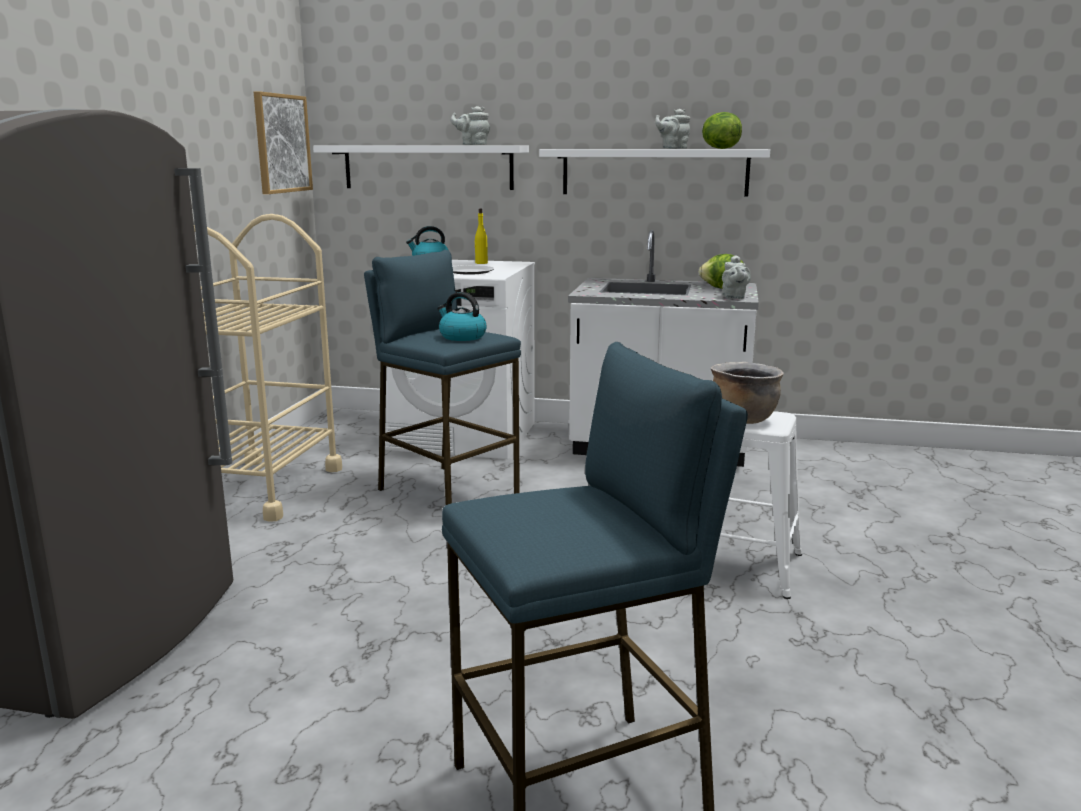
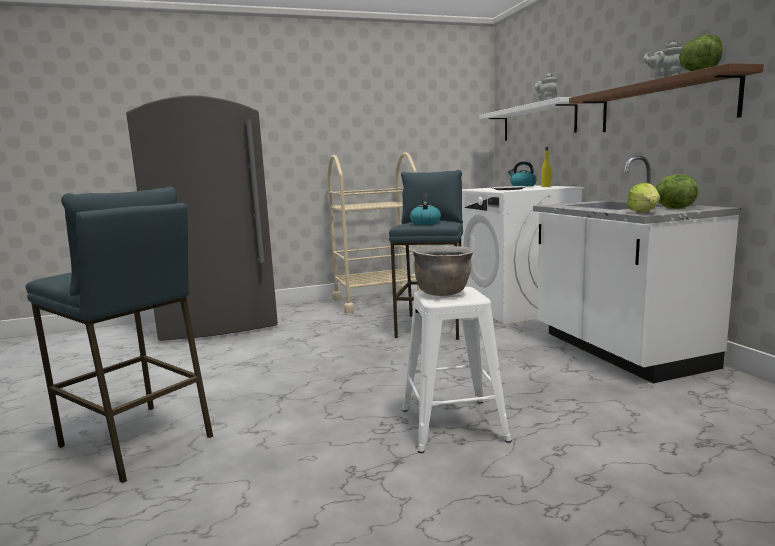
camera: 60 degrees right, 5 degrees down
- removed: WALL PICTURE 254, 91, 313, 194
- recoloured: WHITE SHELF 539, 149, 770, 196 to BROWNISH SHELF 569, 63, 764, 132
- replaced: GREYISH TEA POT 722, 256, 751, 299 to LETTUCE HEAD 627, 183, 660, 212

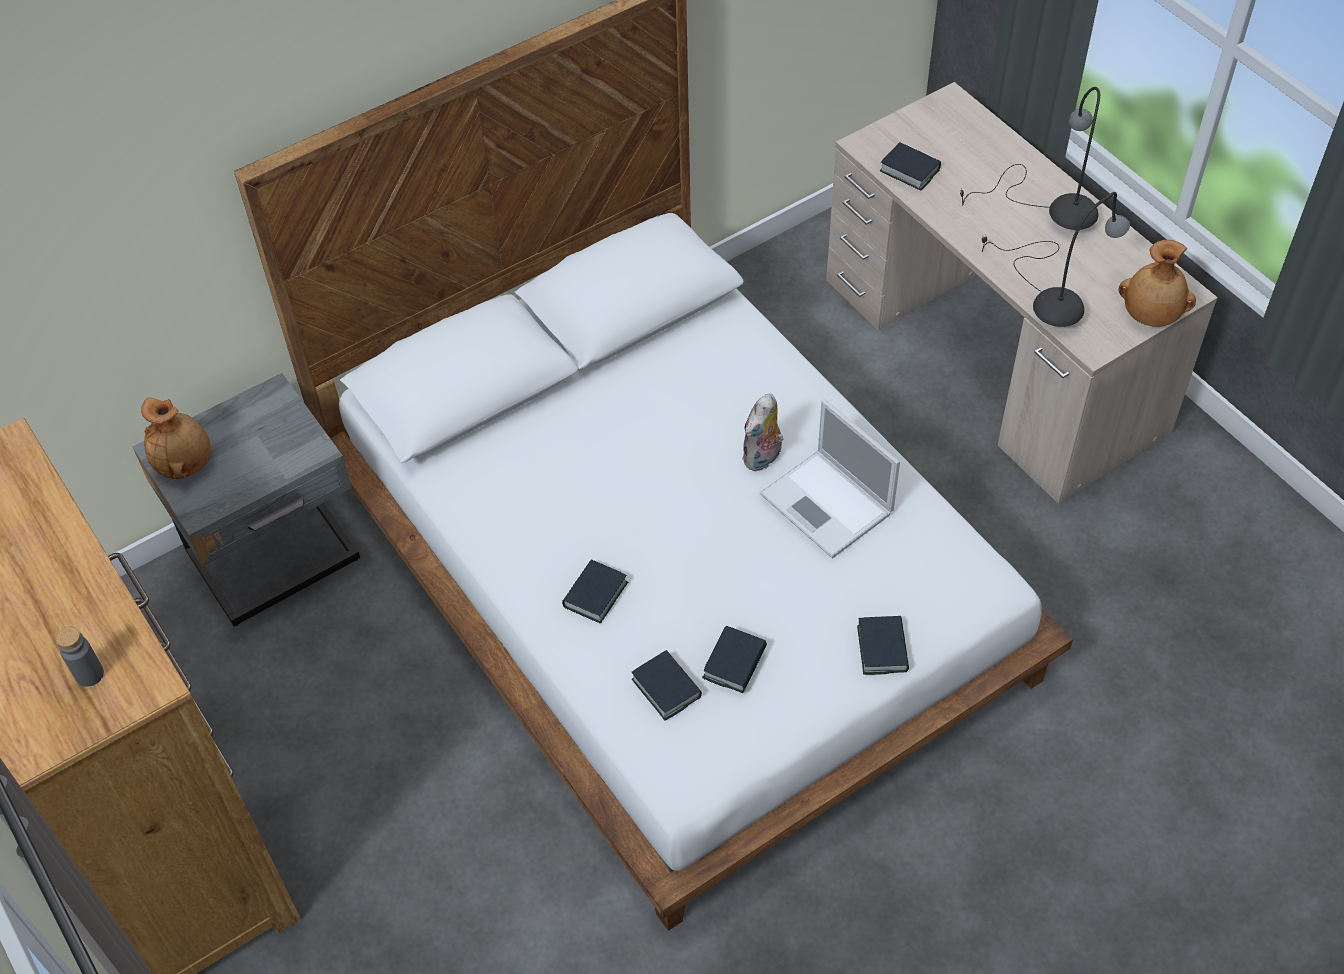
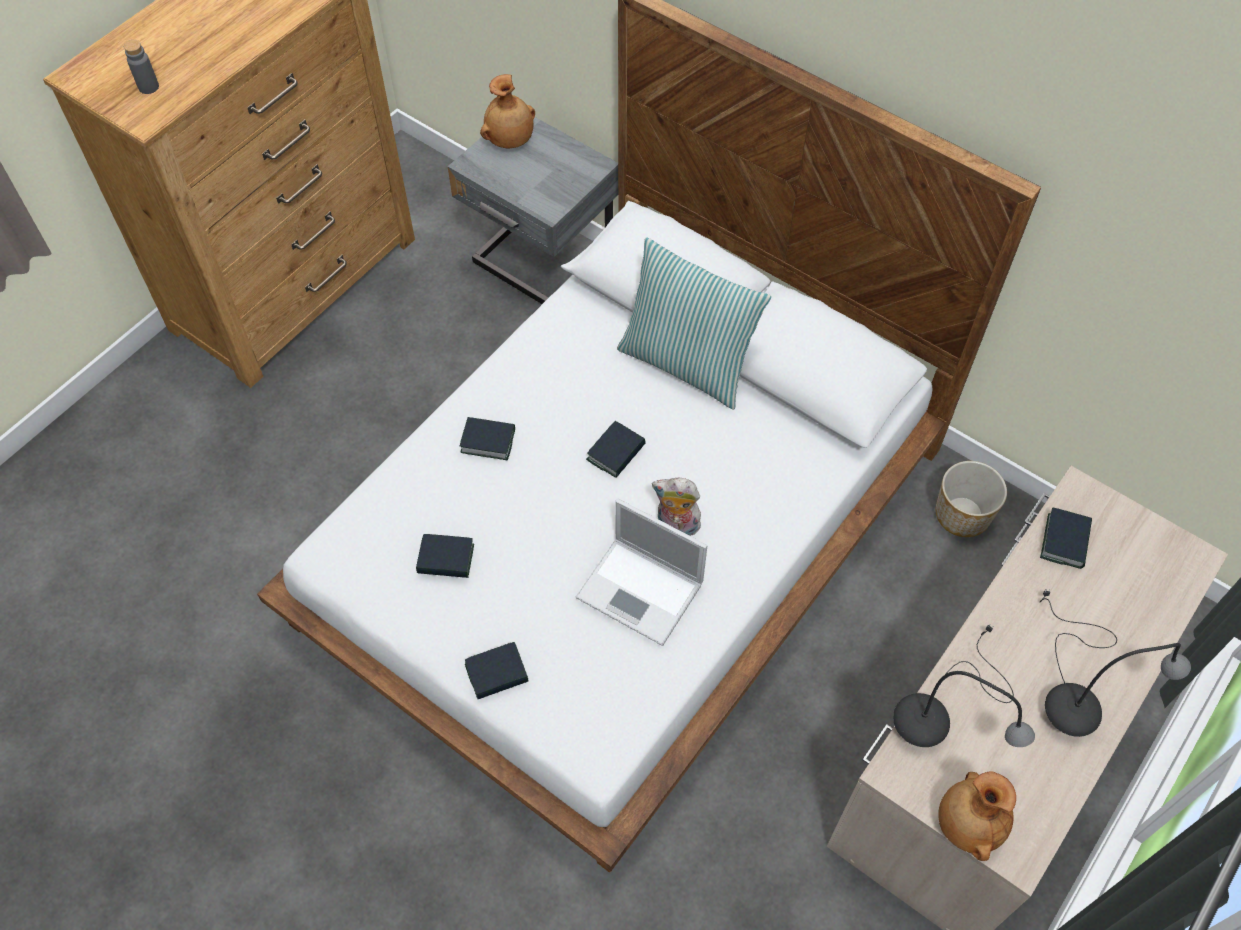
camera: 70 degrees right, 5 degrees up
- moved: BOUND BOOK 632, 650, 702, 721 to 586, 421, 646, 478
- turned: LAPTOP 760, 399, 900, 558 = 576, 499, 708, 646 90 degrees counterclockwise
- added: THROW PILLOW 617, 237, 771, 410
- added: PLANTER 936, 461, 1007, 537

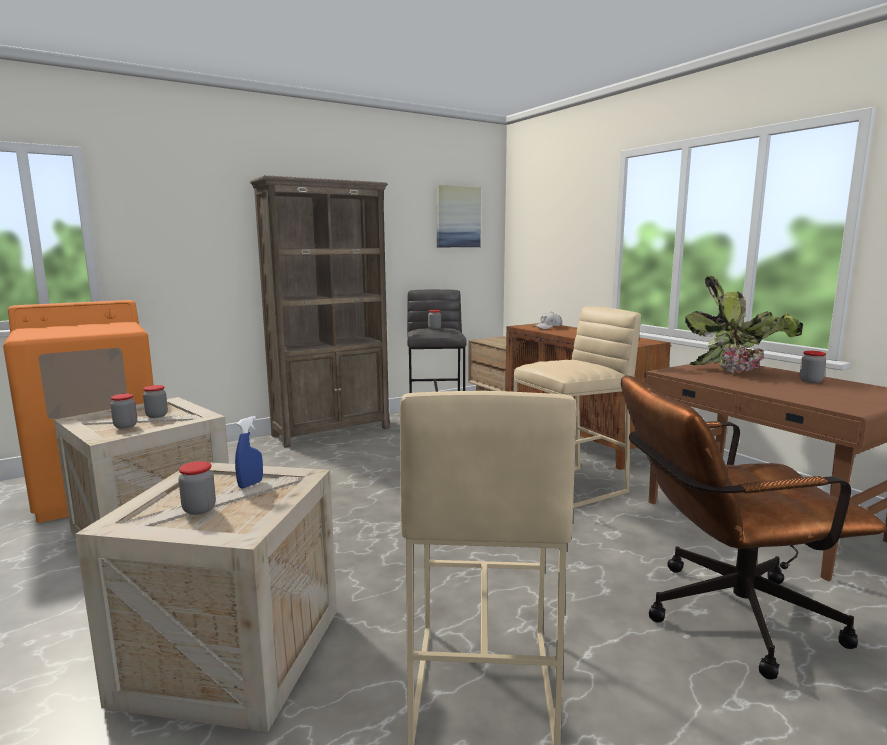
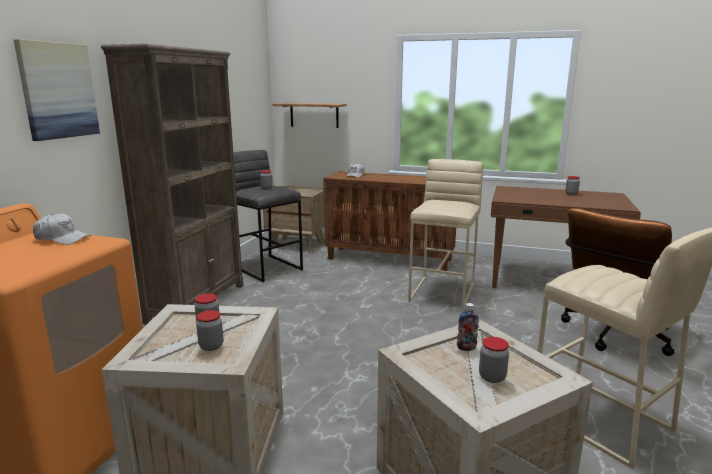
camera: 40 degrees left, 5 degrees up
- replaced: BLUE-COLOURED HAND SPRAYER 235, 416, 263, 488 to DRINK BOTTLE 457, 303, 479, 351
- moved: WALL PICTURE 436, 185, 481, 247 to 13, 39, 100, 141
- removed: PLANT IN A POT 685, 276, 803, 374
- added: WHITE BASEBALL CAP 33, 213, 91, 245
- added: SHELF 272, 103, 347, 128

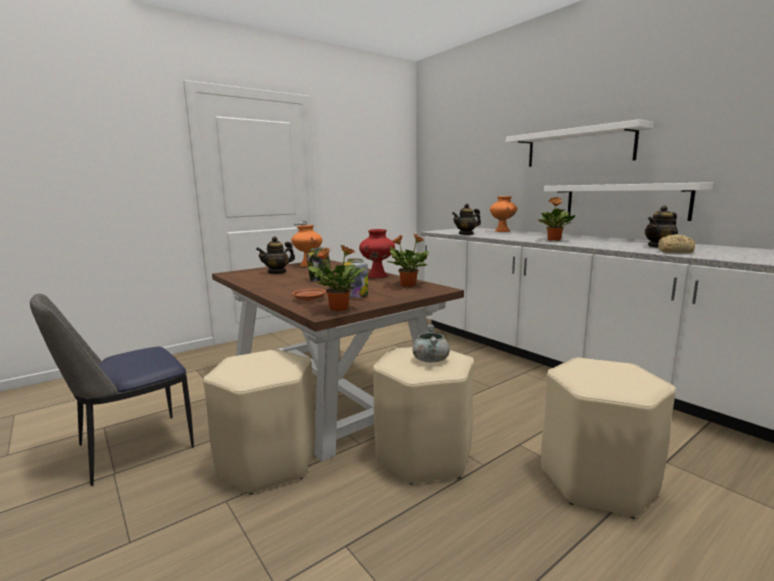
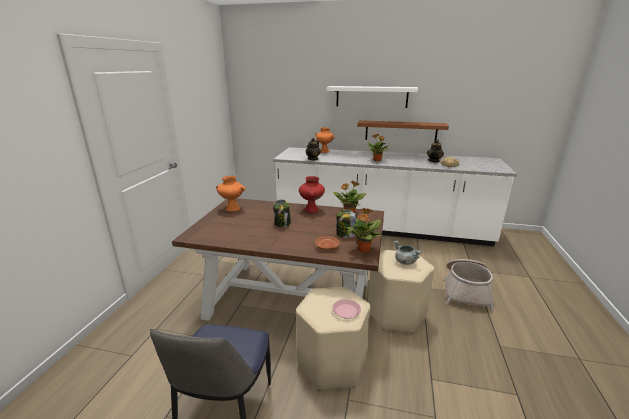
camera: 40 degrees left, 10 degrees up
- removed: TEA POT 256, 236, 295, 274
- replaced: SAND-COLOURED STOOL SEAT 541, 357, 676, 519 to STORAGE BASKET 443, 259, 494, 312
- recoloured: WHITE SHELF 544, 182, 713, 221 to BROWNISH SHELF 357, 120, 449, 142
- added: PINKISH PLATE 332, 299, 361, 319

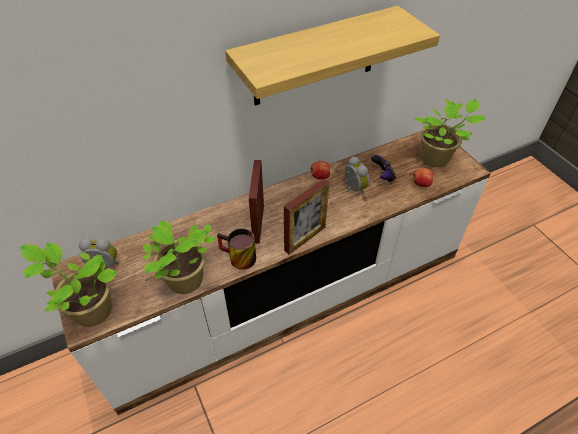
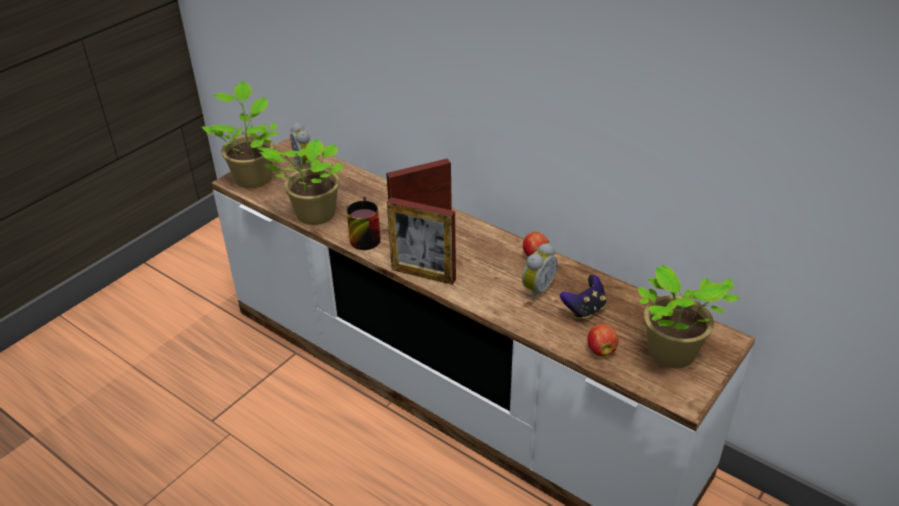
camera: 65 degrees right, 10 degrees down
- removed: SHELF 225, 6, 440, 106

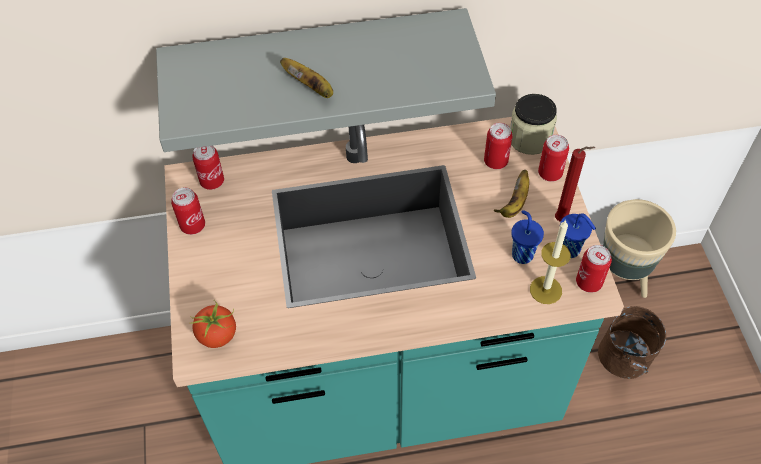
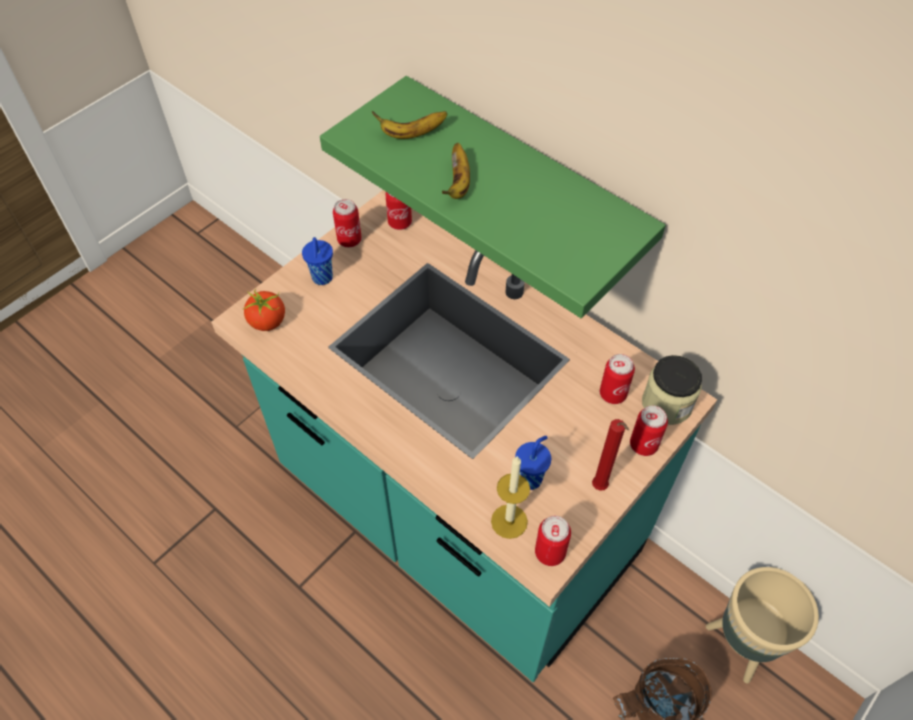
camera: 50 degrees right, 0 degrees up
- recoloured: GREYISH SHELF 156, 8, 496, 152 to GREEN SHELF 320, 76, 666, 318
- moved: BANANA 494, 170, 529, 218 to 372, 111, 447, 139
- moved: BLUE-COLOURED CUP 560, 213, 596, 258 to 302, 237, 333, 285

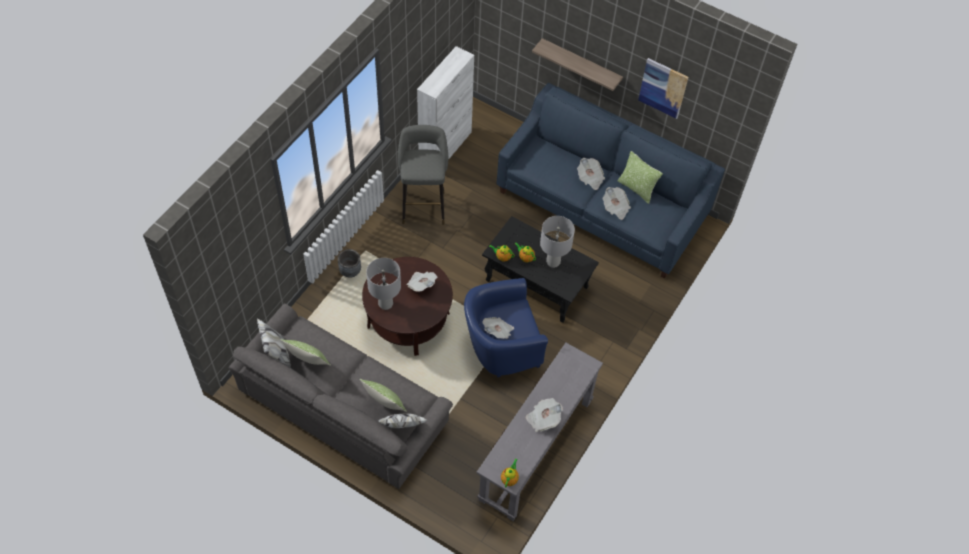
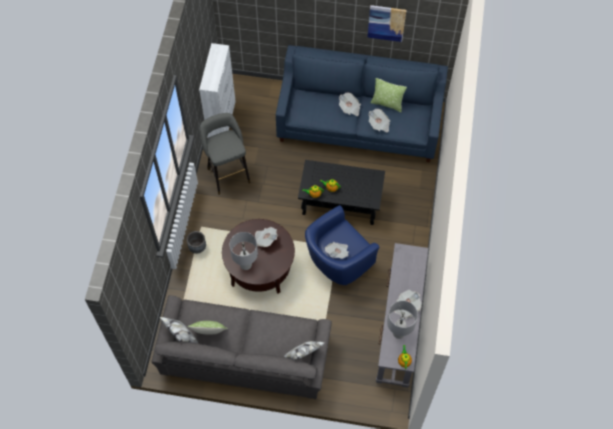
camera: 20 degrees left, 5 degrees up
- removed: THROW PILLOW 360, 379, 407, 412
- removed: SHELF 532, 38, 623, 91
- moved: GREYISH TABLETOP LAMP 540, 216, 575, 268 to 387, 301, 418, 339

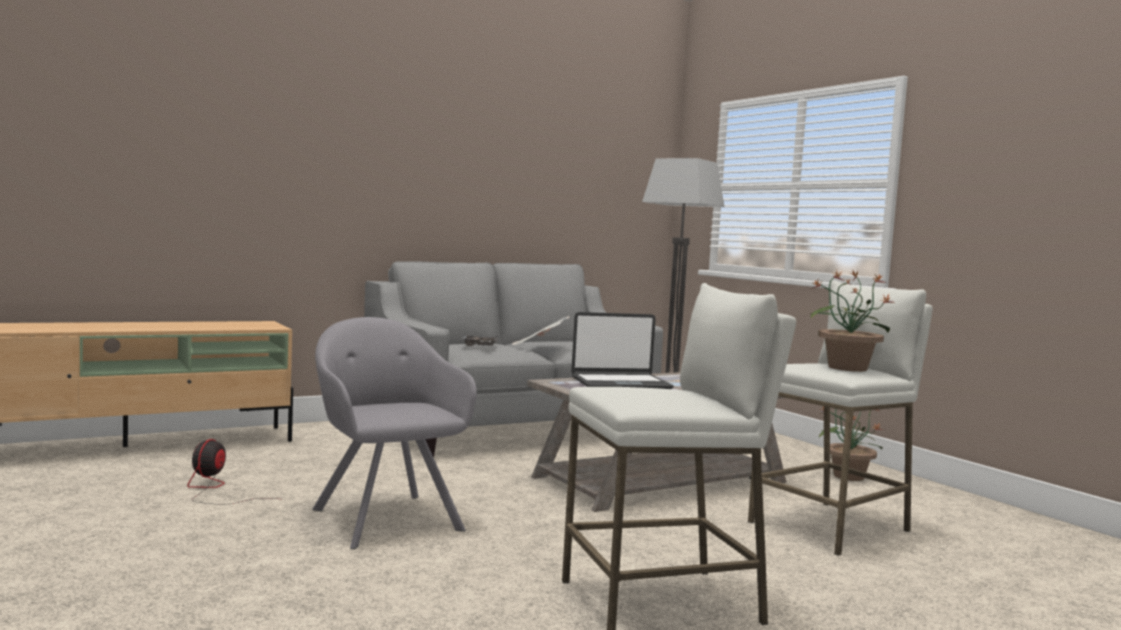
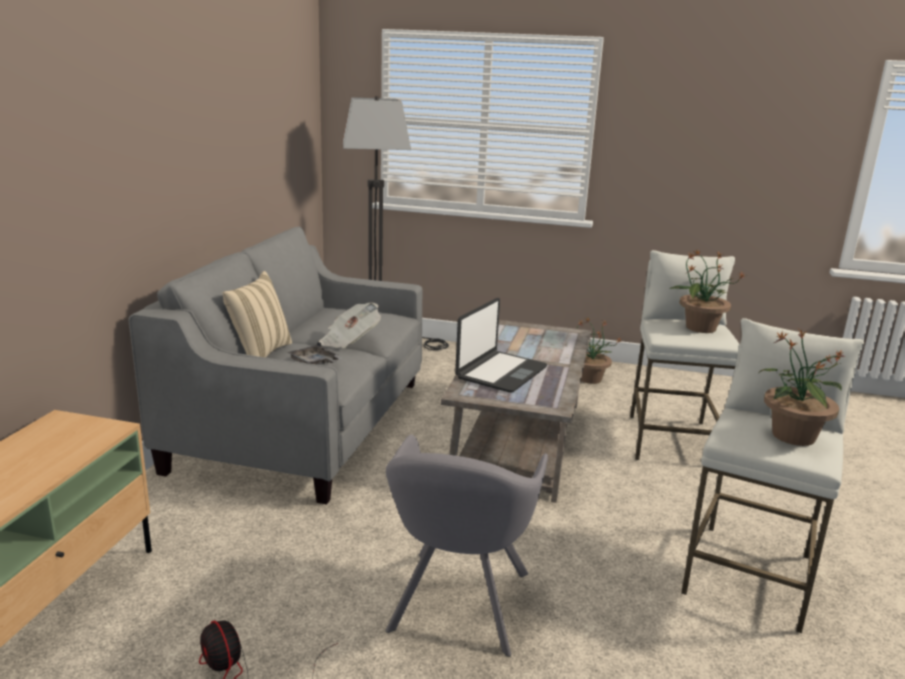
camera: 45 degrees left, 15 degrees up
- turned: GREYISH LOUNGE CHAIR 312, 317, 477, 549 = 385, 435, 548, 657 90 degrees counterclockwise
- added: SAND-COLOURED THROW PILLOW 223, 271, 292, 358
- added: PLANT IN A POT 760, 329, 845, 446

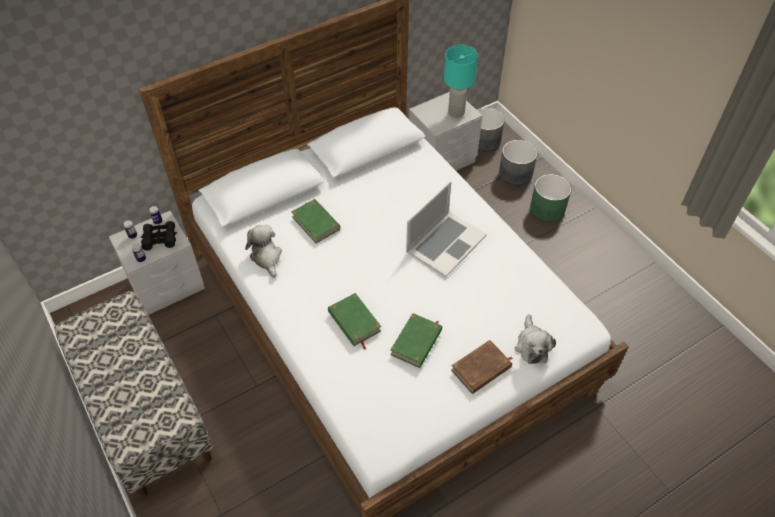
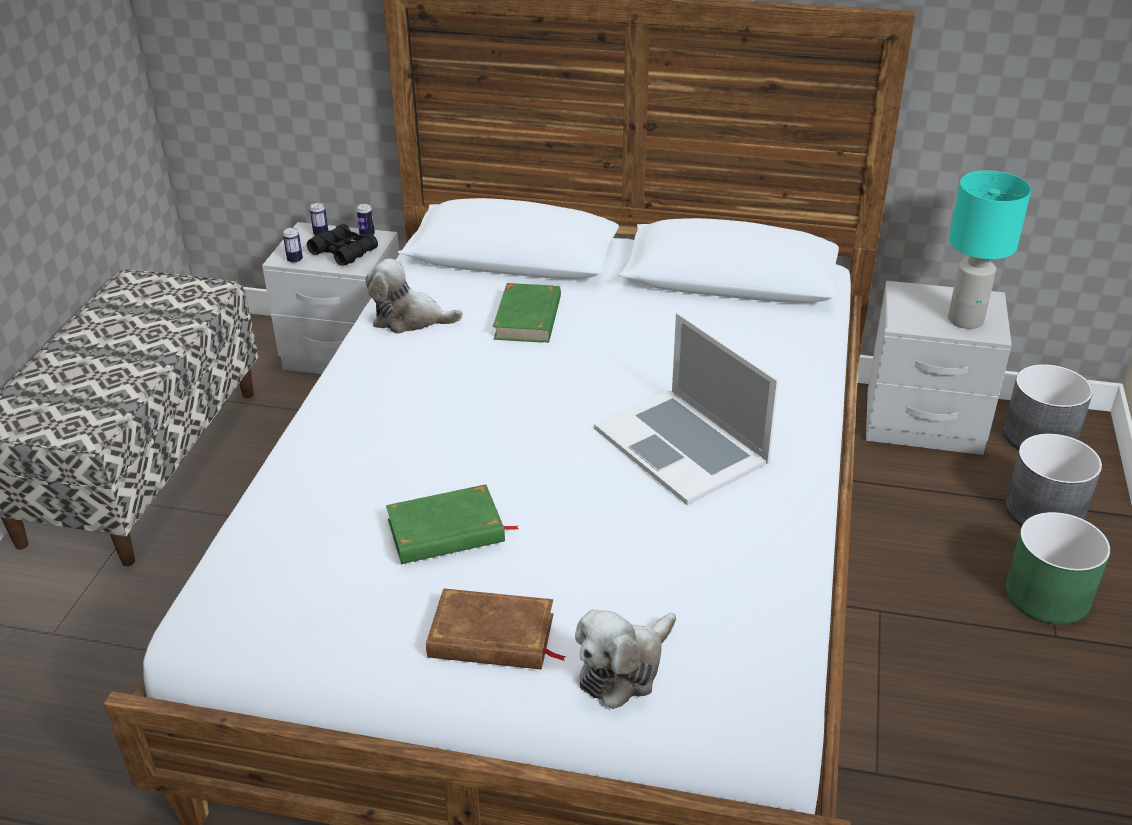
camera: 45 degrees right, 15 degrees down
- turned: SOFT TOY 245, 225, 282, 278 = 365, 259, 463, 334 105 degrees counterclockwise
- removed: GREEN BOUND BOOK 328, 293, 381, 349
- turned: LAPTOP 406, 181, 487, 277 = 594, 313, 779, 505 60 degrees clockwise

